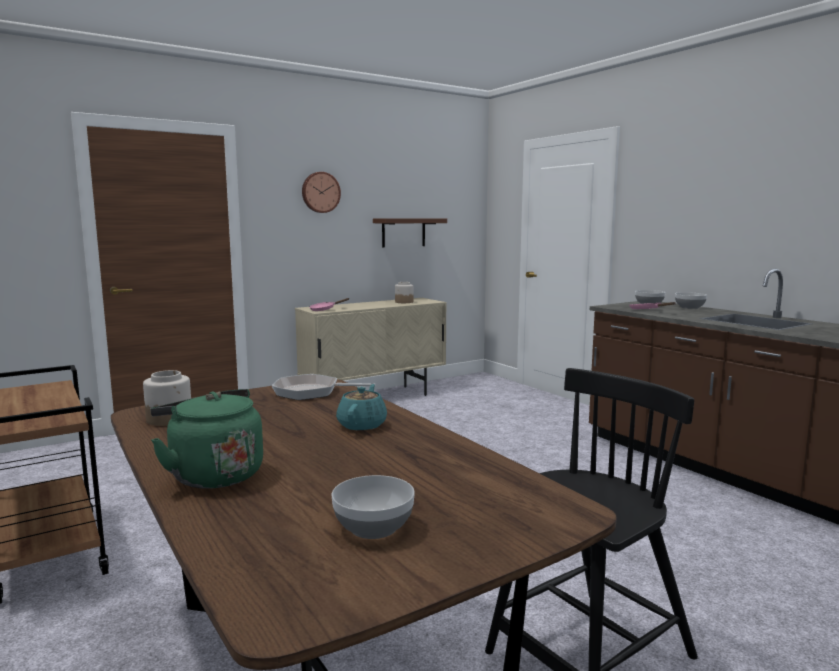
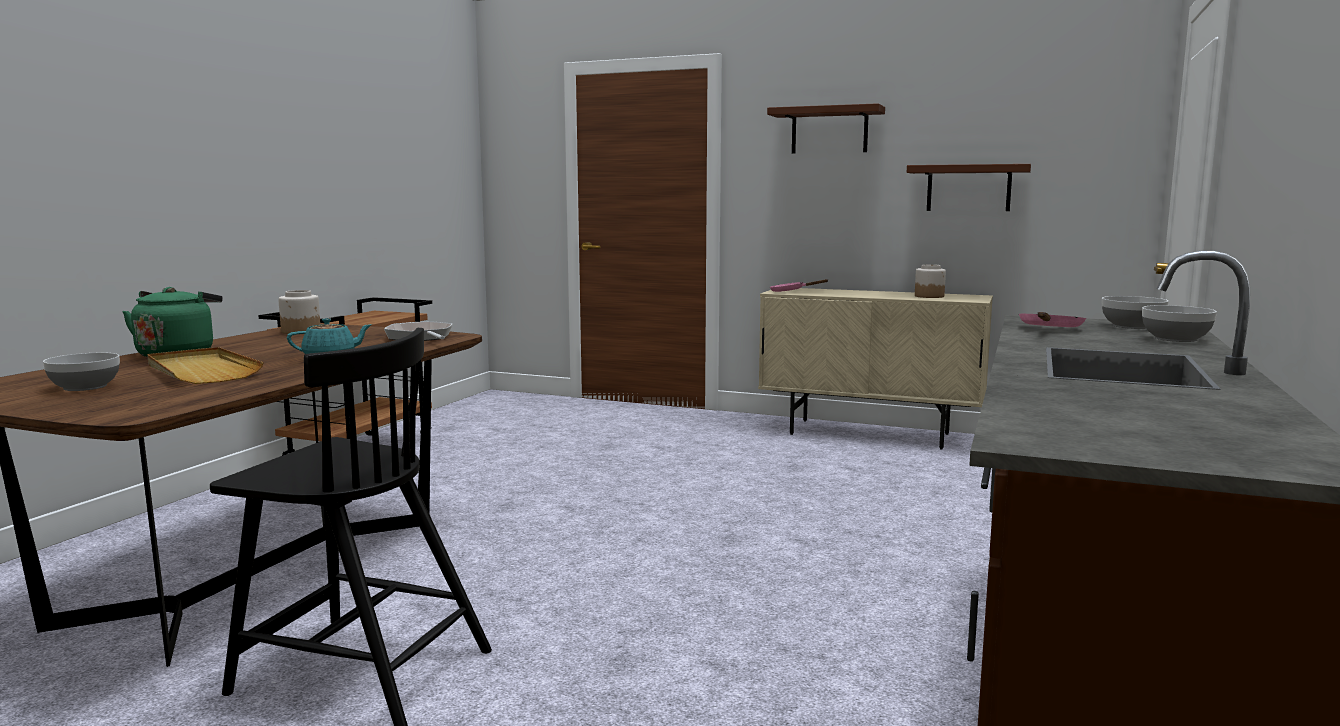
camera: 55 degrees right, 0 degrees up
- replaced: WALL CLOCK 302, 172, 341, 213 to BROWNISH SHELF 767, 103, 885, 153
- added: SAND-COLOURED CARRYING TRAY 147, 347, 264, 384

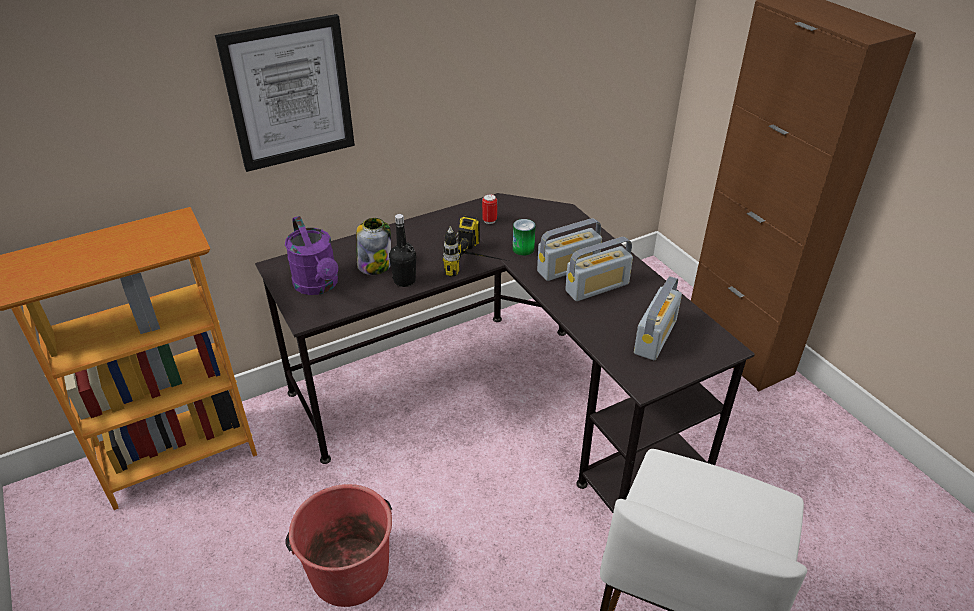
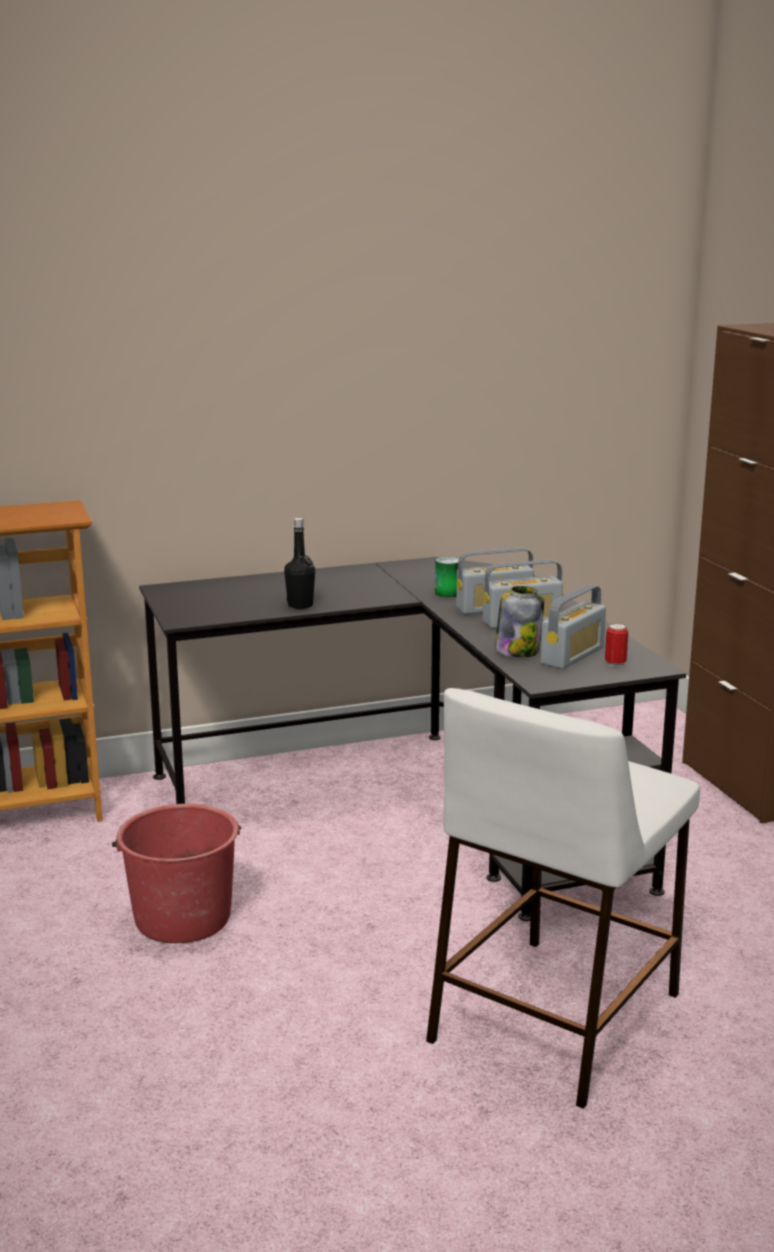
camera: 10 degrees right, 20 degrees down
- removed: WALL PICTURE 215, 14, 355, 172
- removed: PURPLISH WATERING CAN 285, 216, 338, 295
- moved: PRESERVE JAR 356, 218, 391, 275 to 495, 586, 544, 657
- removed: POWER DRILL 443, 215, 508, 277
- moved: CAN 482, 194, 497, 224 to 605, 623, 628, 667

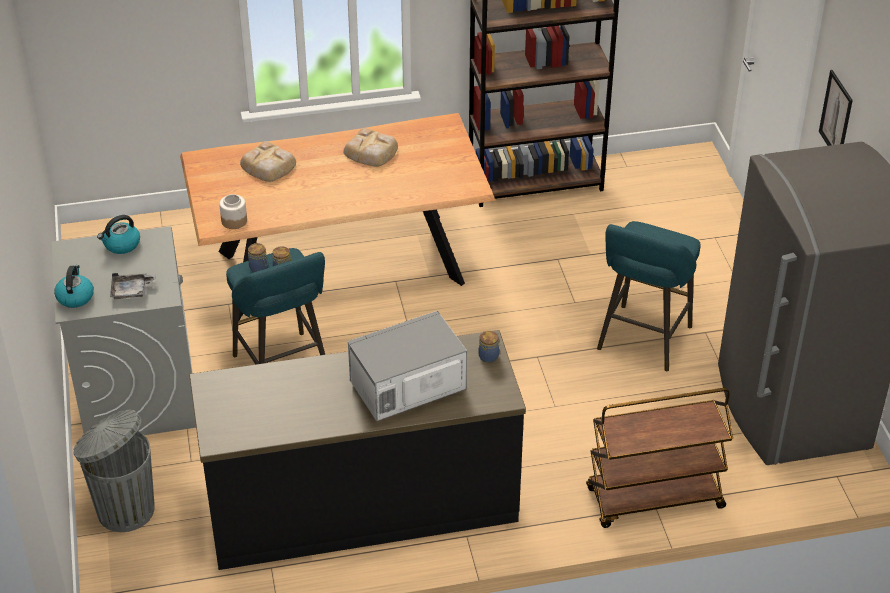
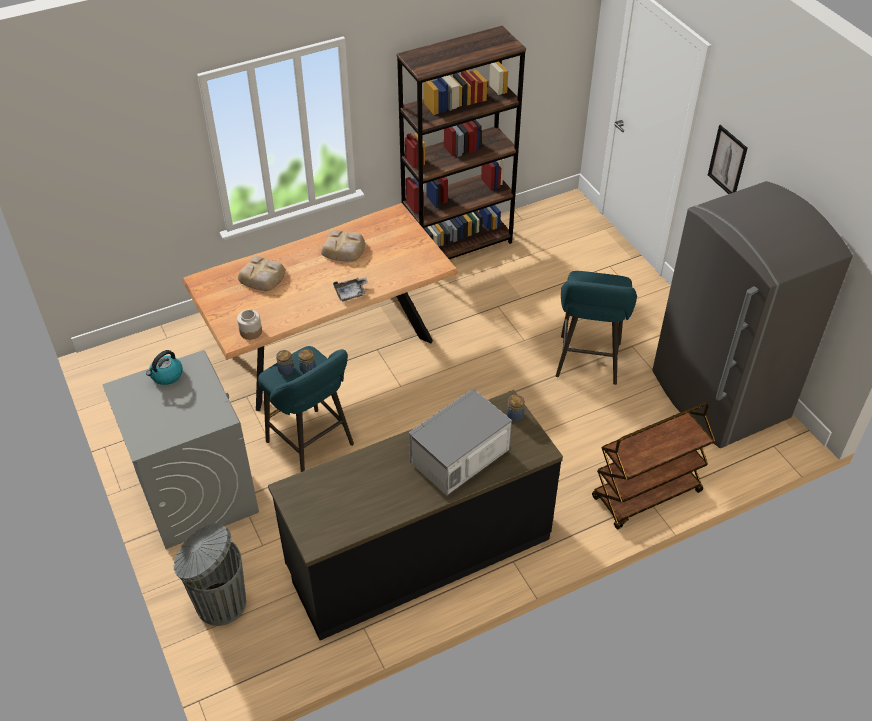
camera: 15 degrees left, 5 degrees up
- removed: KETTLE 54, 265, 94, 308
- moved: GREYISH CARRYING TRAY 110, 273, 156, 299 to 333, 278, 368, 302

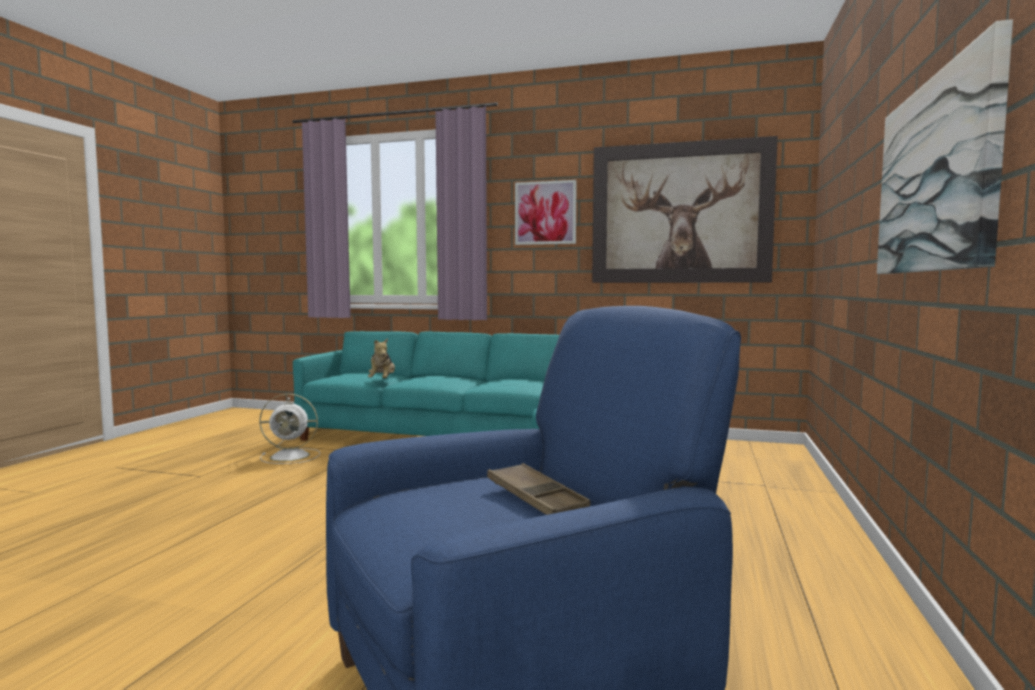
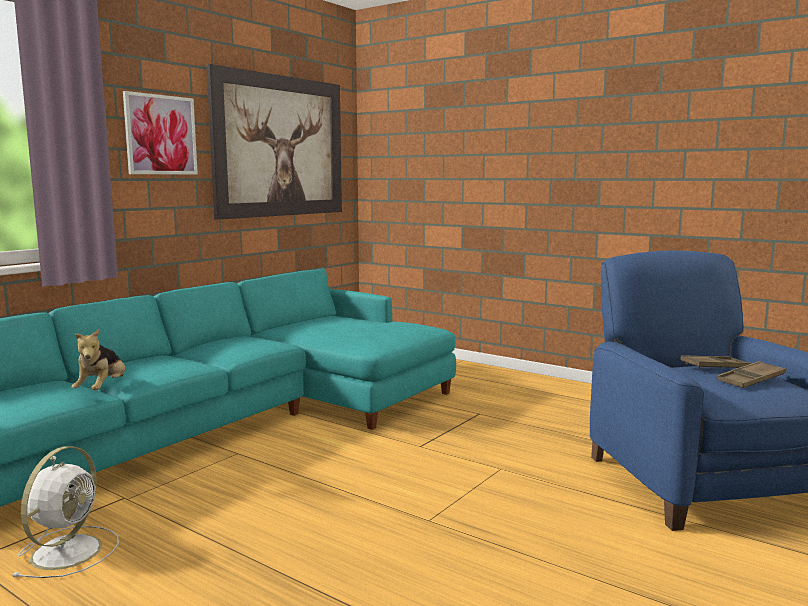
camera: 70 degrees left, 5 degrees up
- turned: SOFT TOY 368, 338, 395, 378 = 72, 329, 125, 390 75 degrees clockwise
- removed: WALL PICTURE 877, 19, 1013, 274
- added: BROWNISH CARRYING TRAY 717, 361, 786, 388

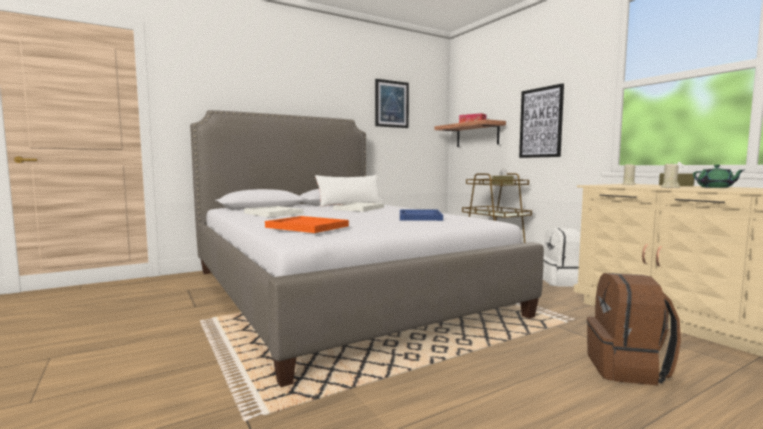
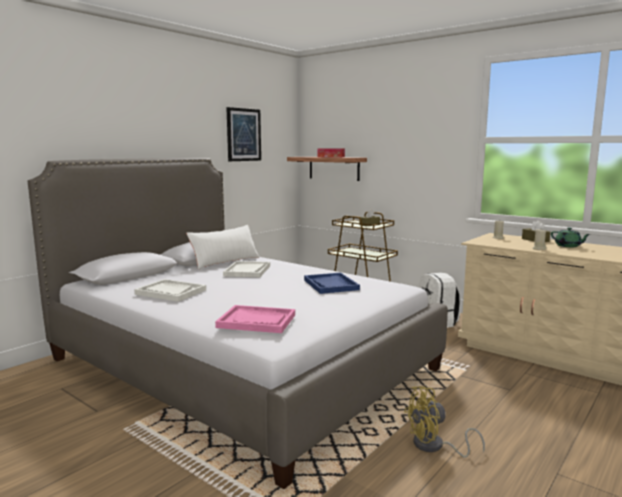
camera: 20 degrees left, 5 degrees up
- recoloured: ORANGE-COLOURED CARRYING TRAY 265, 216, 349, 233 to PINKISH CARRYING TRAY 215, 305, 295, 333
- removed: WALL PICTURE 519, 83, 564, 158
- removed: BROWNISH KNAPSACK 587, 273, 681, 386
- added: YELLOWISH COOLING FAN 404, 386, 485, 458

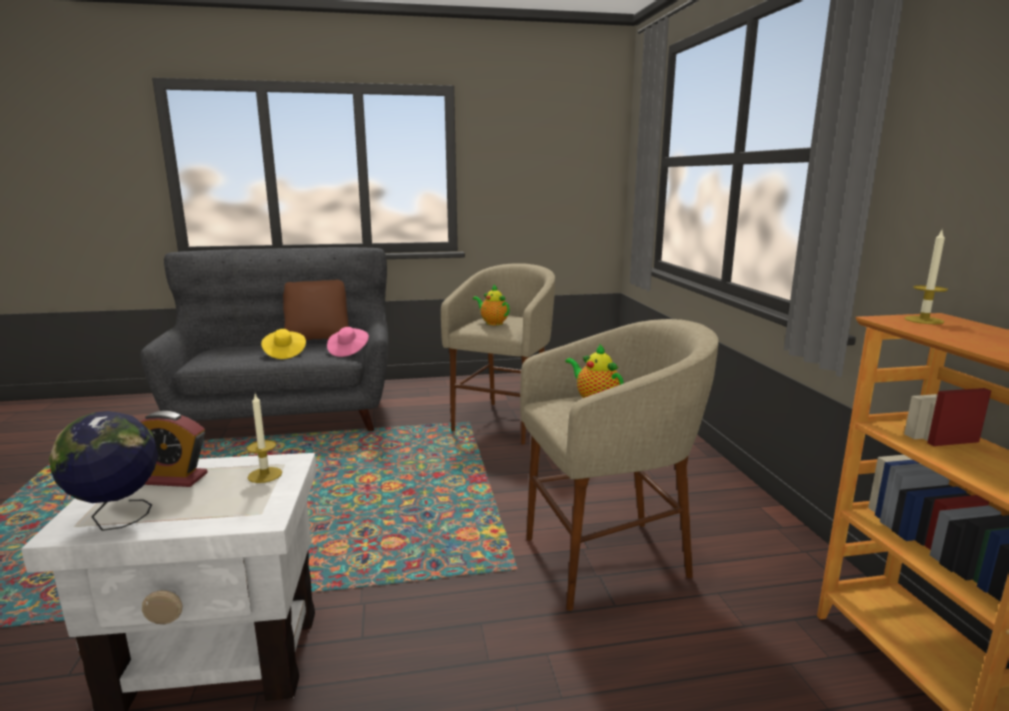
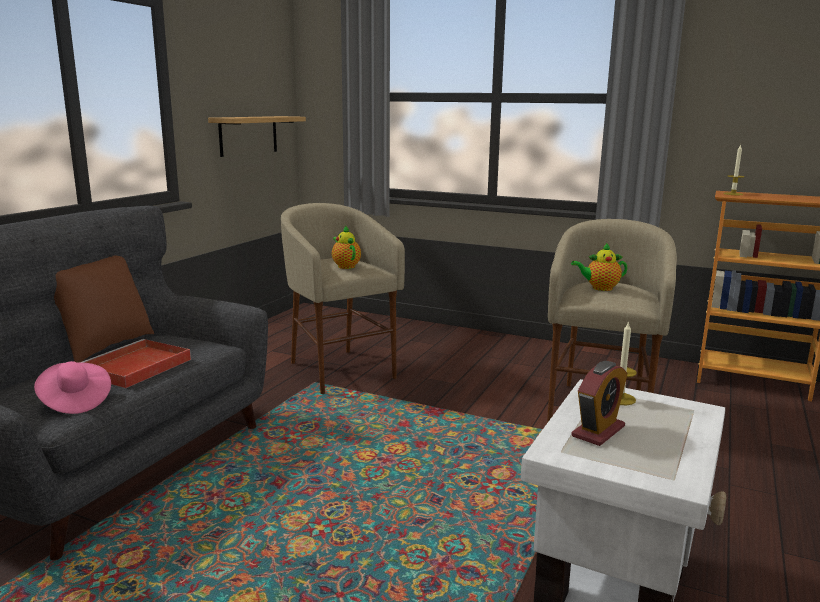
camera: 55 degrees left, 0 degrees up
- removed: GLOBE 49, 411, 158, 531
- replaced: YELLOWISH CLOTHING HAT 261, 329, 306, 359 to REDDISH CARRYING TRAY 82, 339, 191, 388
- moved: PINKISH CLOTHING HAT 327, 327, 369, 357 to 34, 361, 111, 414
- turned: TEA POT 473, 285, 510, 325 = 332, 226, 361, 269 75 degrees clockwise
- added: SHELF 208, 116, 306, 157

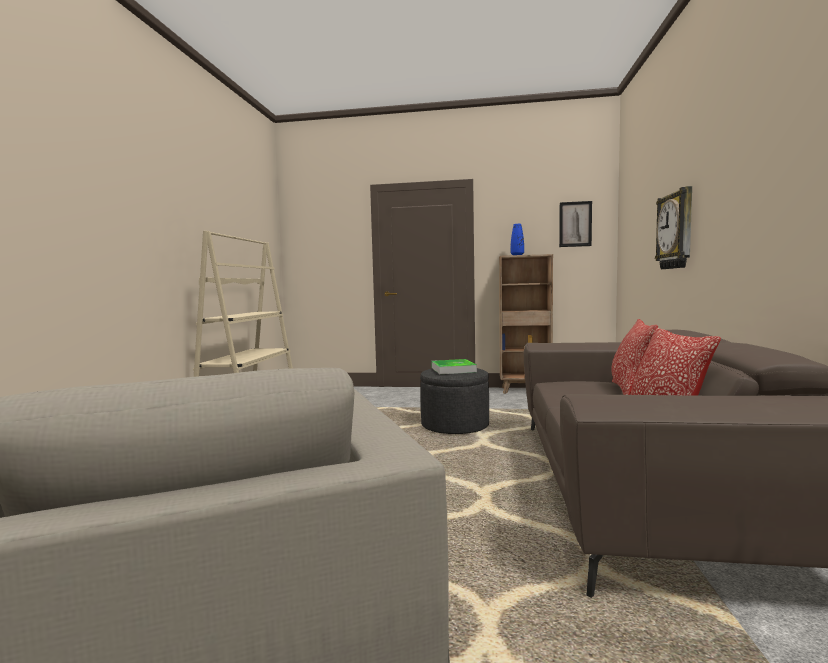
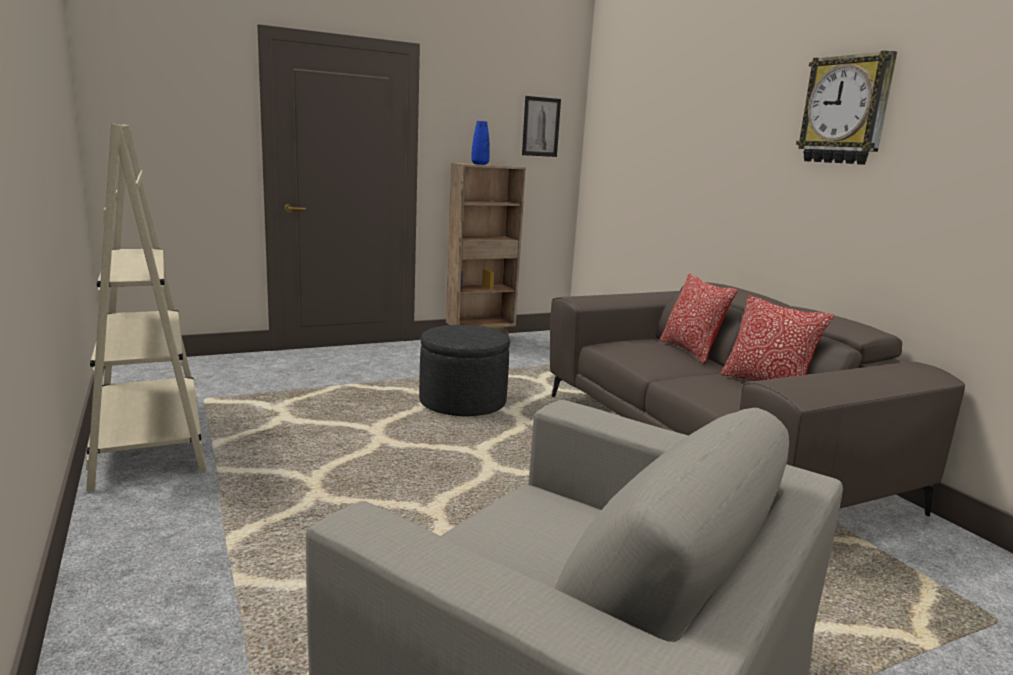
camera: 35 degrees left, 10 degrees up
- removed: CARRYING TRAY 431, 359, 477, 374
- moved: WALL CLOCK 655, 186, 692, 269 to 796, 51, 897, 165

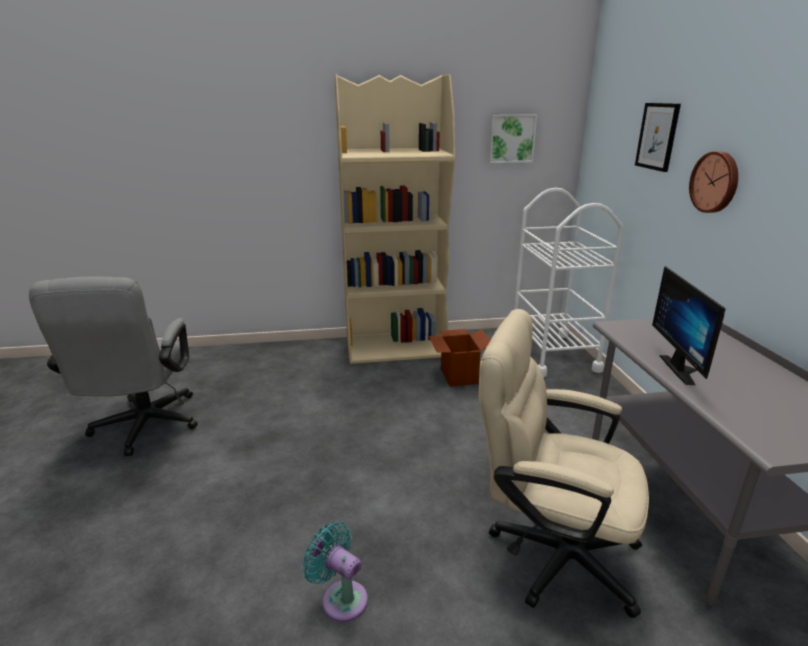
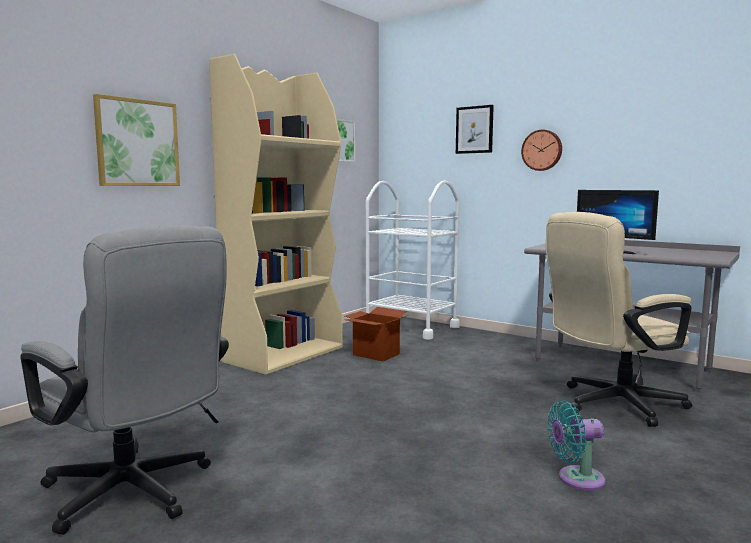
camera: 45 degrees left, 15 degrees down
- added: WALL PICTURE 93, 94, 180, 186

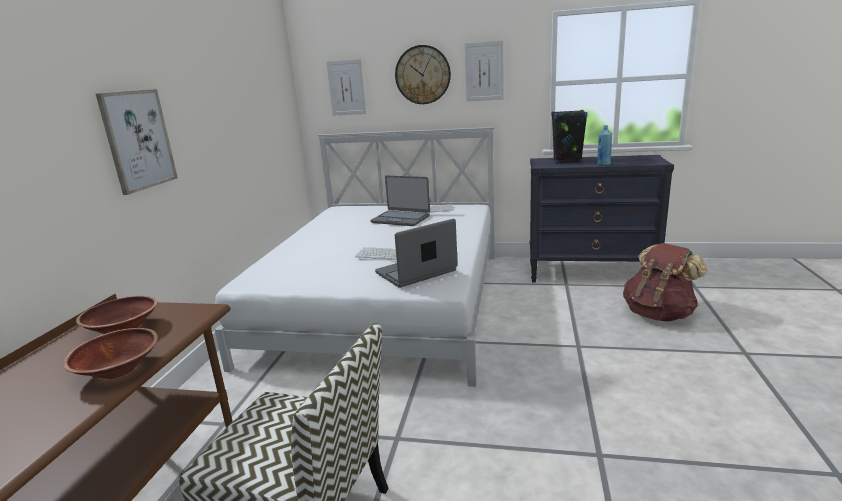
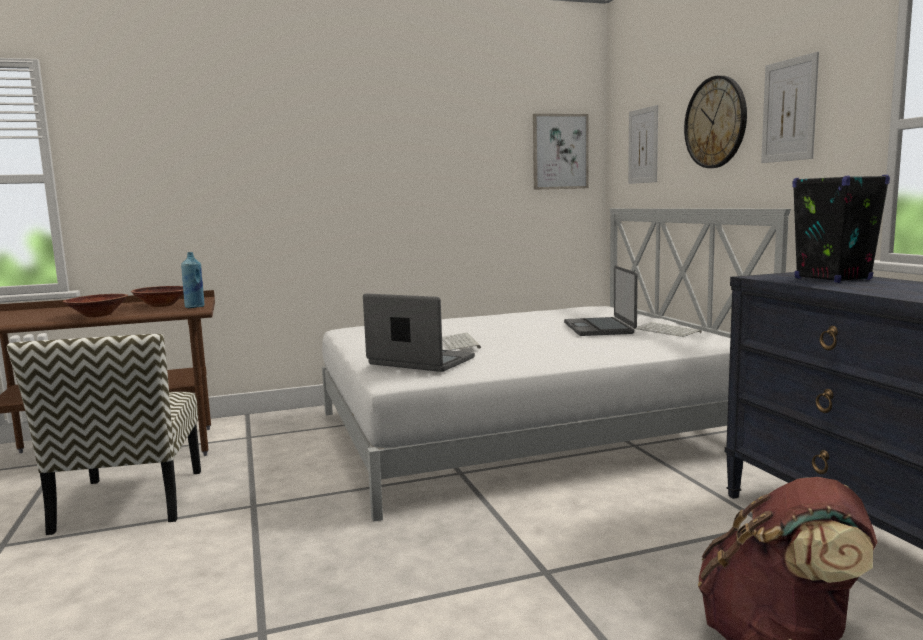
camera: 60 degrees right, 10 degrees down
- moved: WALL PICTURE 96, 89, 178, 195 to 533, 114, 589, 190
- moved: BLUE-COLOURED DRINK BOTTLE 597, 125, 612, 166 to 181, 252, 204, 308

